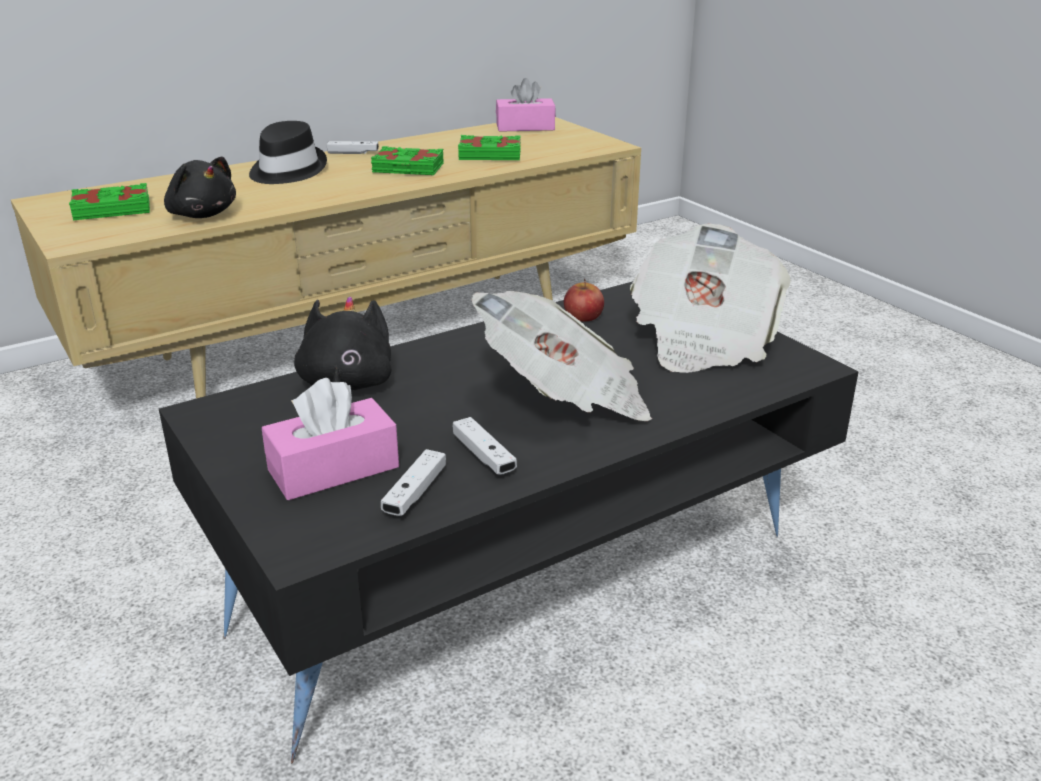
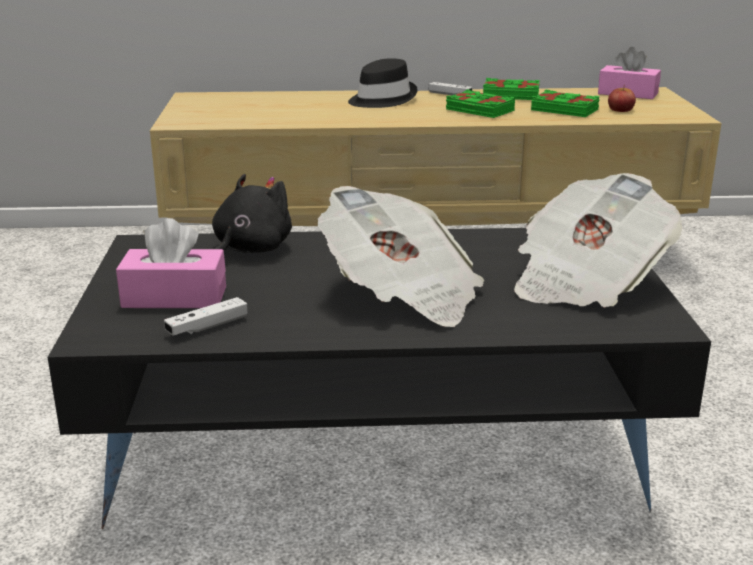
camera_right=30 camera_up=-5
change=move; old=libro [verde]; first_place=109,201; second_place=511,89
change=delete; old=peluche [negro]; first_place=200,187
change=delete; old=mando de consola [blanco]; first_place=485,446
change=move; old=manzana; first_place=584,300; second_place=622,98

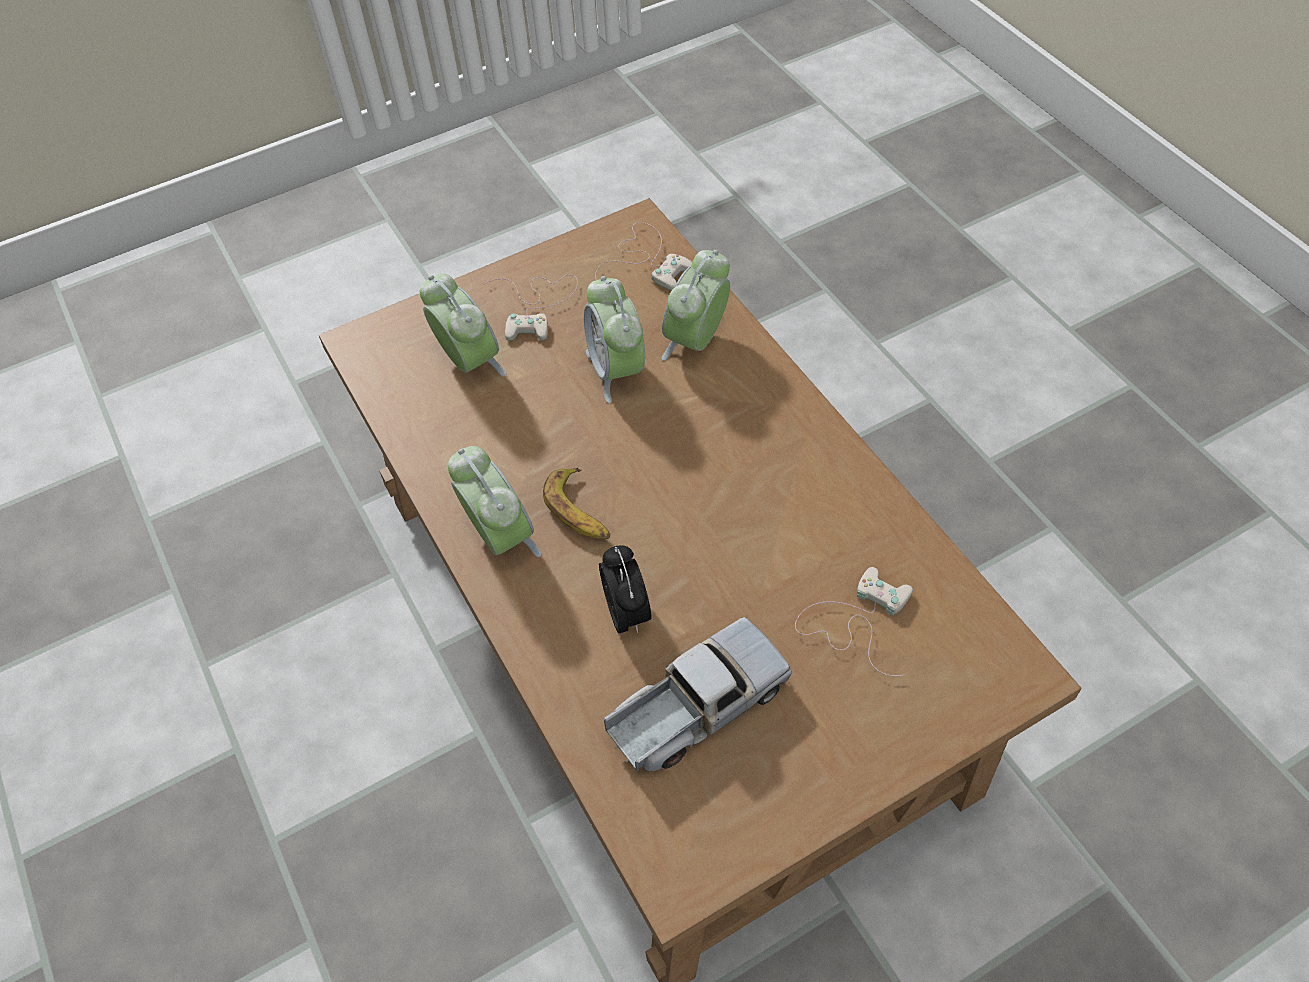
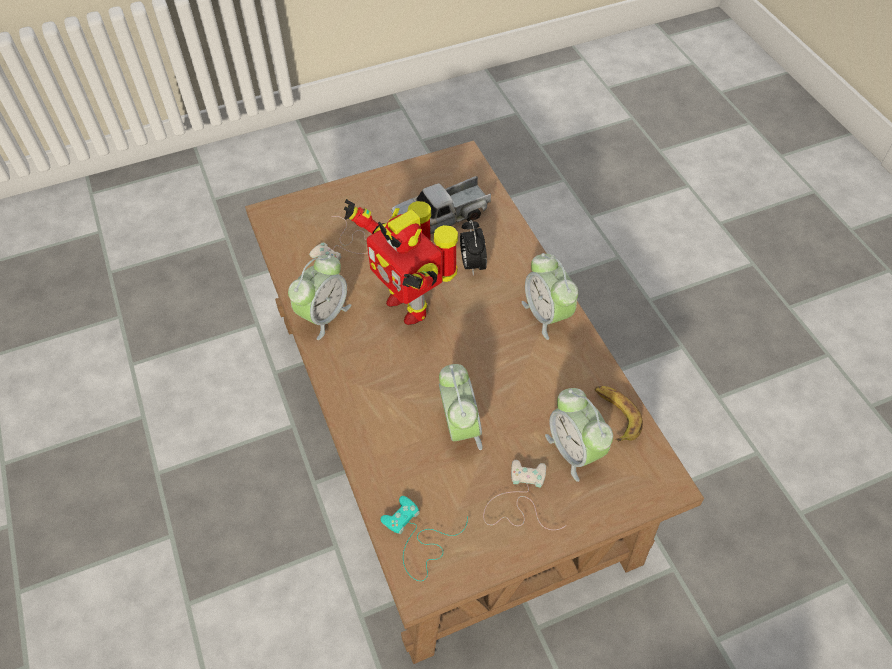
camera_right=-175 camera_up=0
change=move; old=plátano; first_place=576,503; second_place=619,413
change=recolor; old=mando de consola [blanco]; new=mando de consola [turquesa]; first_place=643,256; second_place=424,538
change=move; old=despertador; first_place=696,305; second_place=319,297
change=insert; new=robot de juguete; second_place=401,262

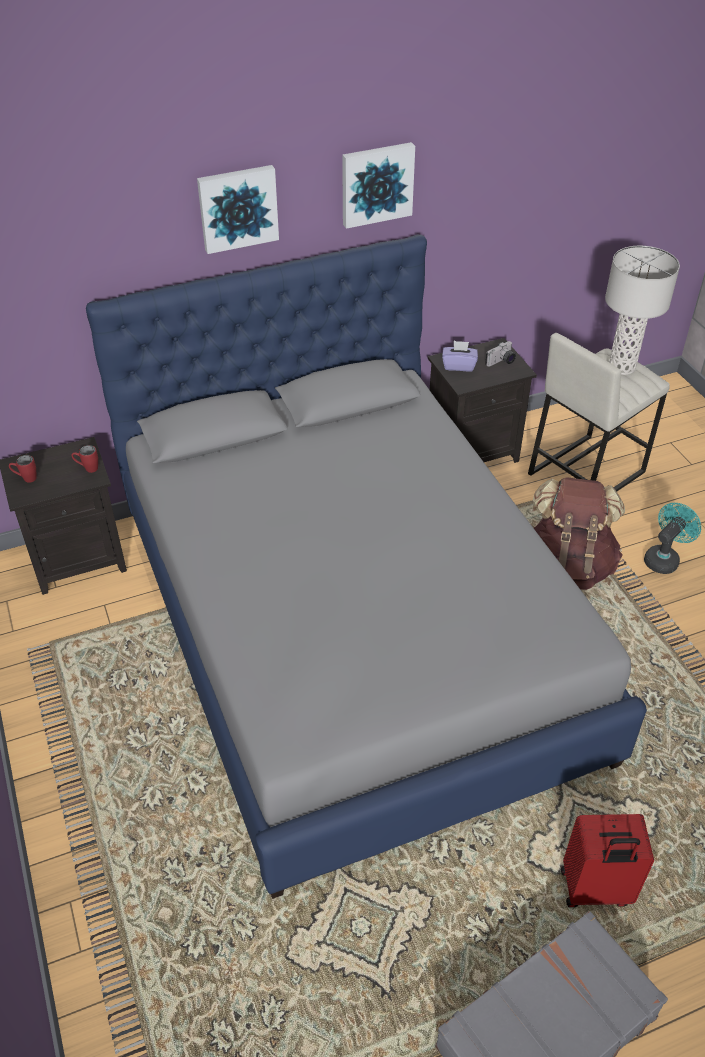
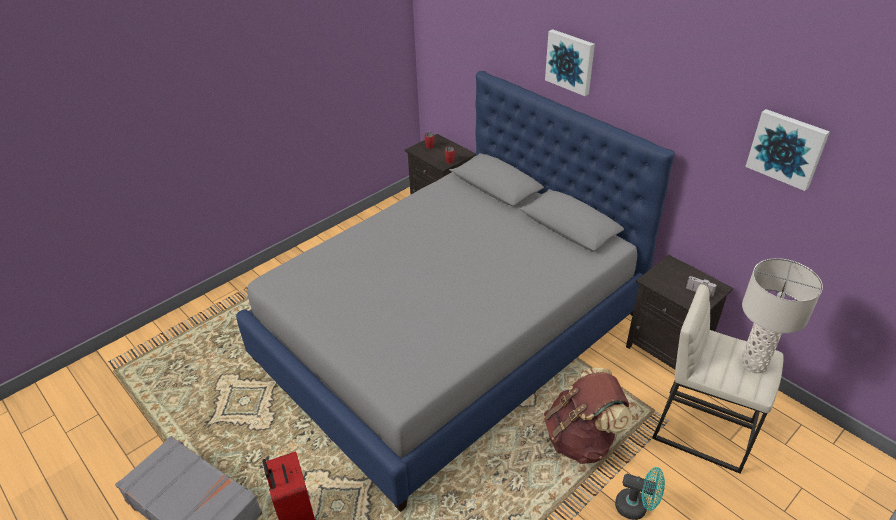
camera_right=70 camera_up=-5
change=move; old=cuadro; first_place=378,185; second_place=787,150
change=delete; old=caja de pañuelos [morado]; first_place=460,356

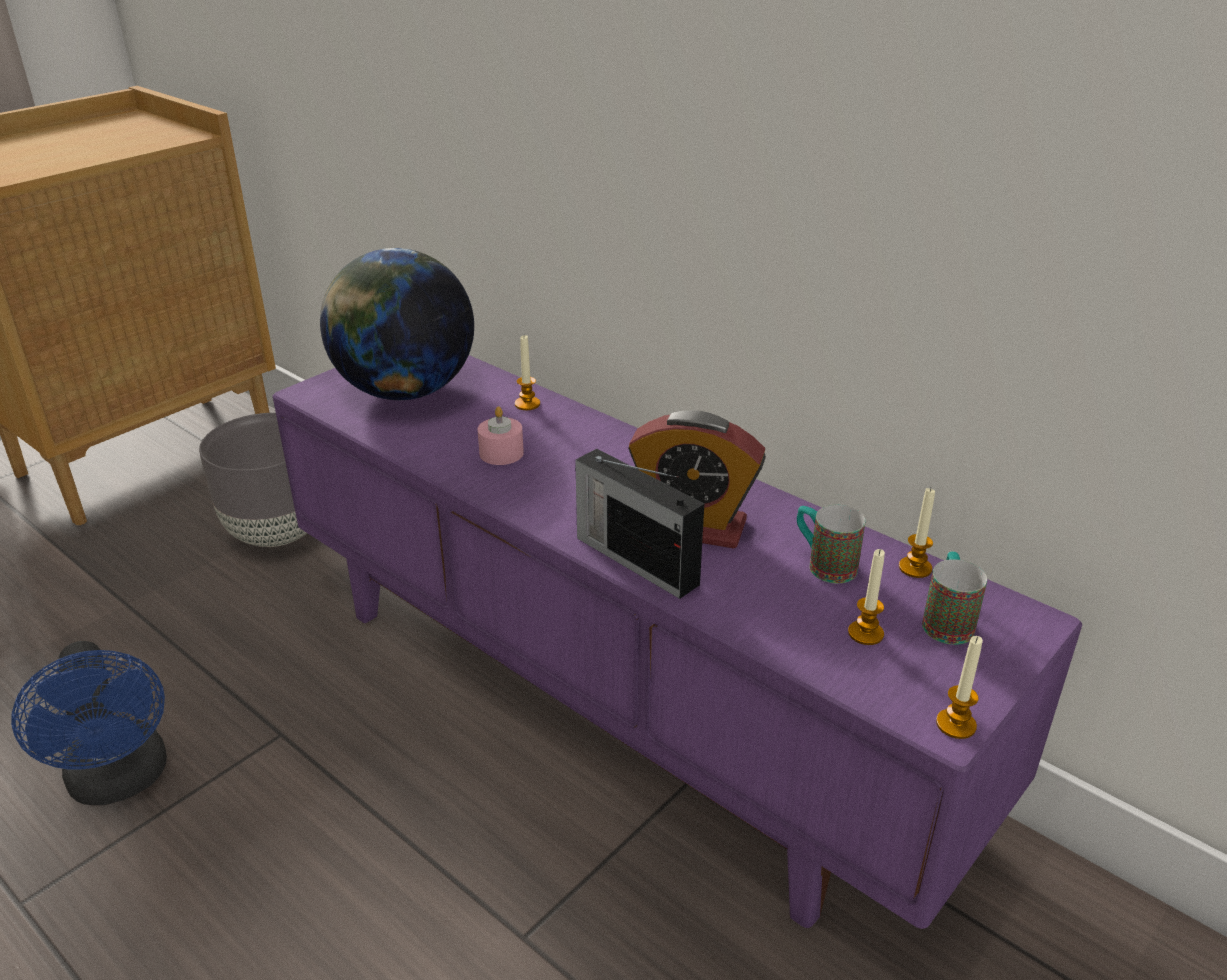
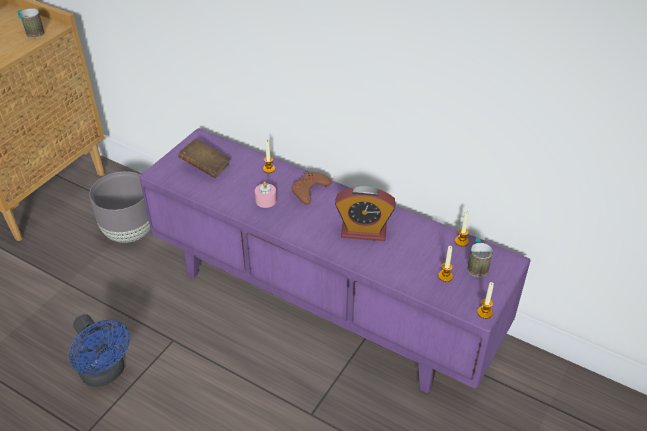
camera_right=-10 camera_up=10
change=replace; old=globo terráqueo; new=libro [marrón]; first_place=397,324; second_place=204,158
change=delete; old=radio; first_place=639,524
change=move; old=taza grande; first_place=831,544; second_place=31,23
change=insert; new=mando de consola [marrón]; second_place=311,188

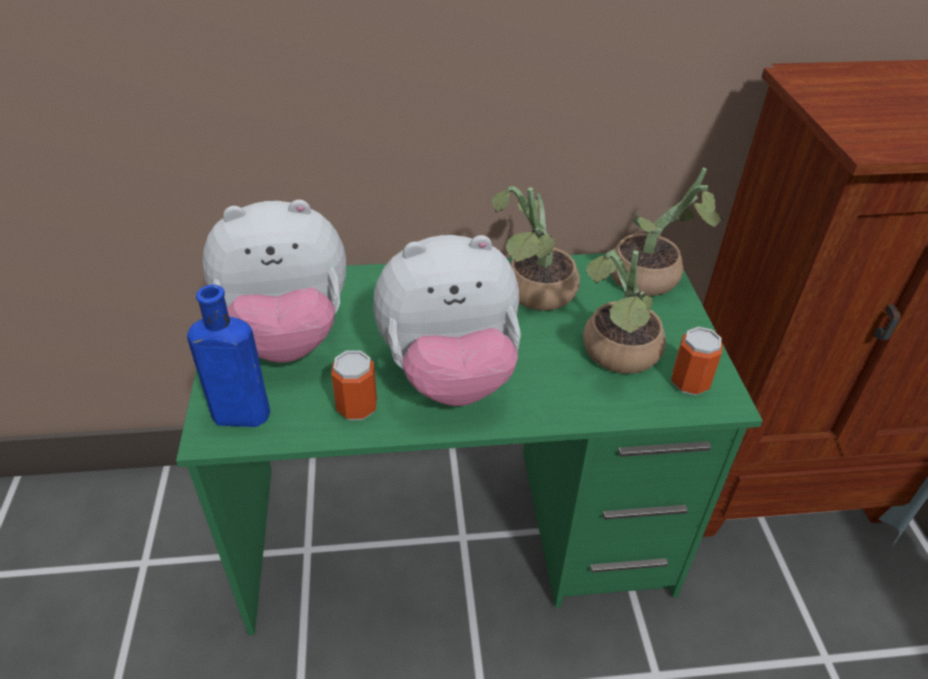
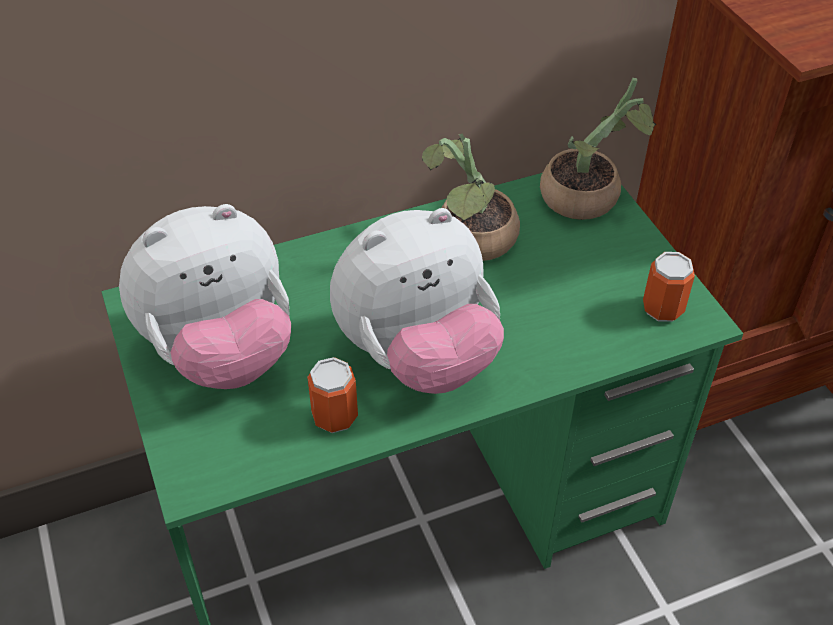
camera_right=-15 camera_up=5
change=delete; old=botella [azul]; first_place=228,356
change=delete; old=planta en maceta; first_place=624,311

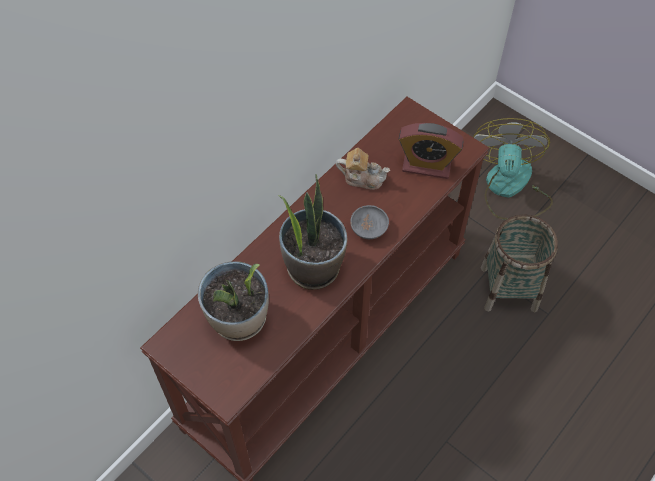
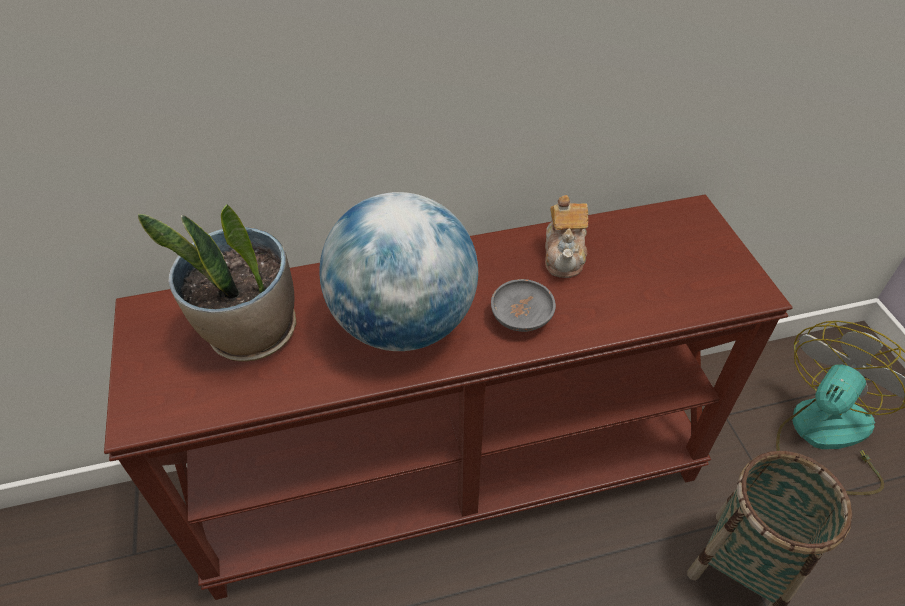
camera_right=35 camera_up=-10
change=replace; old=planta en maceta; new=globo terráqueo; first_place=312,232; second_place=398,271
change=rotate; old=tetera; first_place=363,169; second_place=566,236; degrees=45
change=delete; old=despertador; first_place=431,151

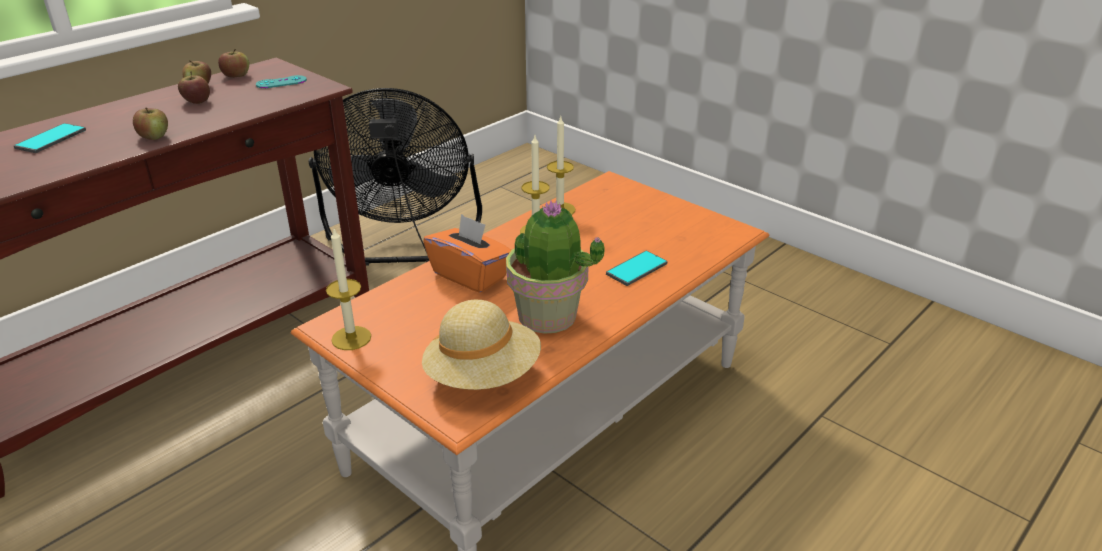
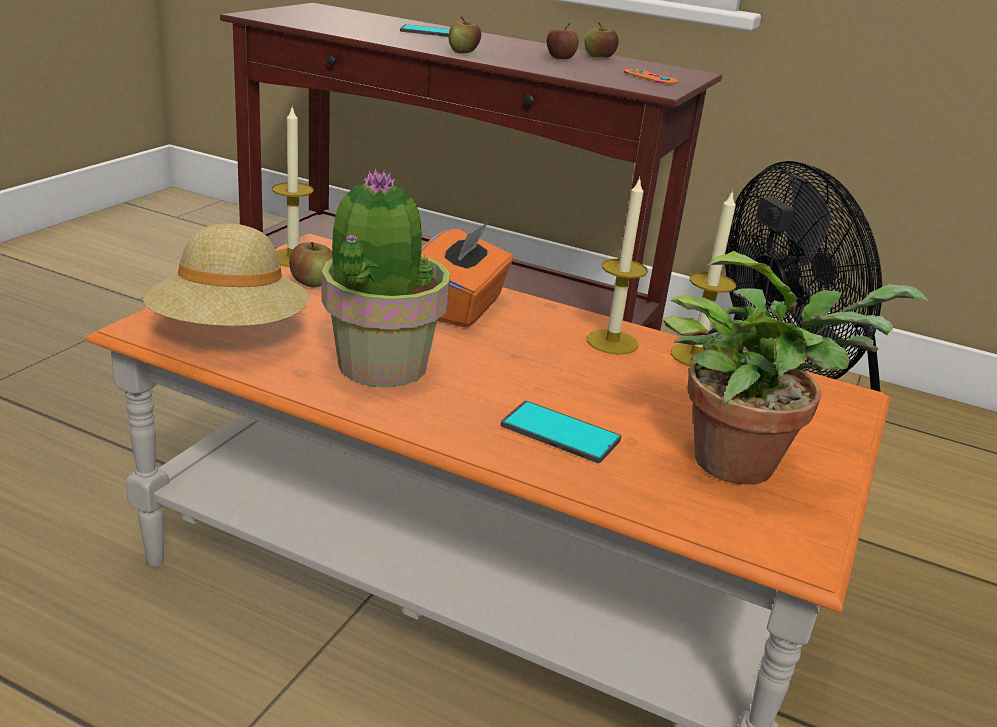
camera_right=70 camera_up=-5
change=move; old=manzana; first_place=233,63; second_place=310,265
change=recolor; old=mando de consola [turquesa]; new=mando de consola [naranja]; first_place=281,81; second_place=651,76
change=insert; new=planta en maceta; second_place=795,368

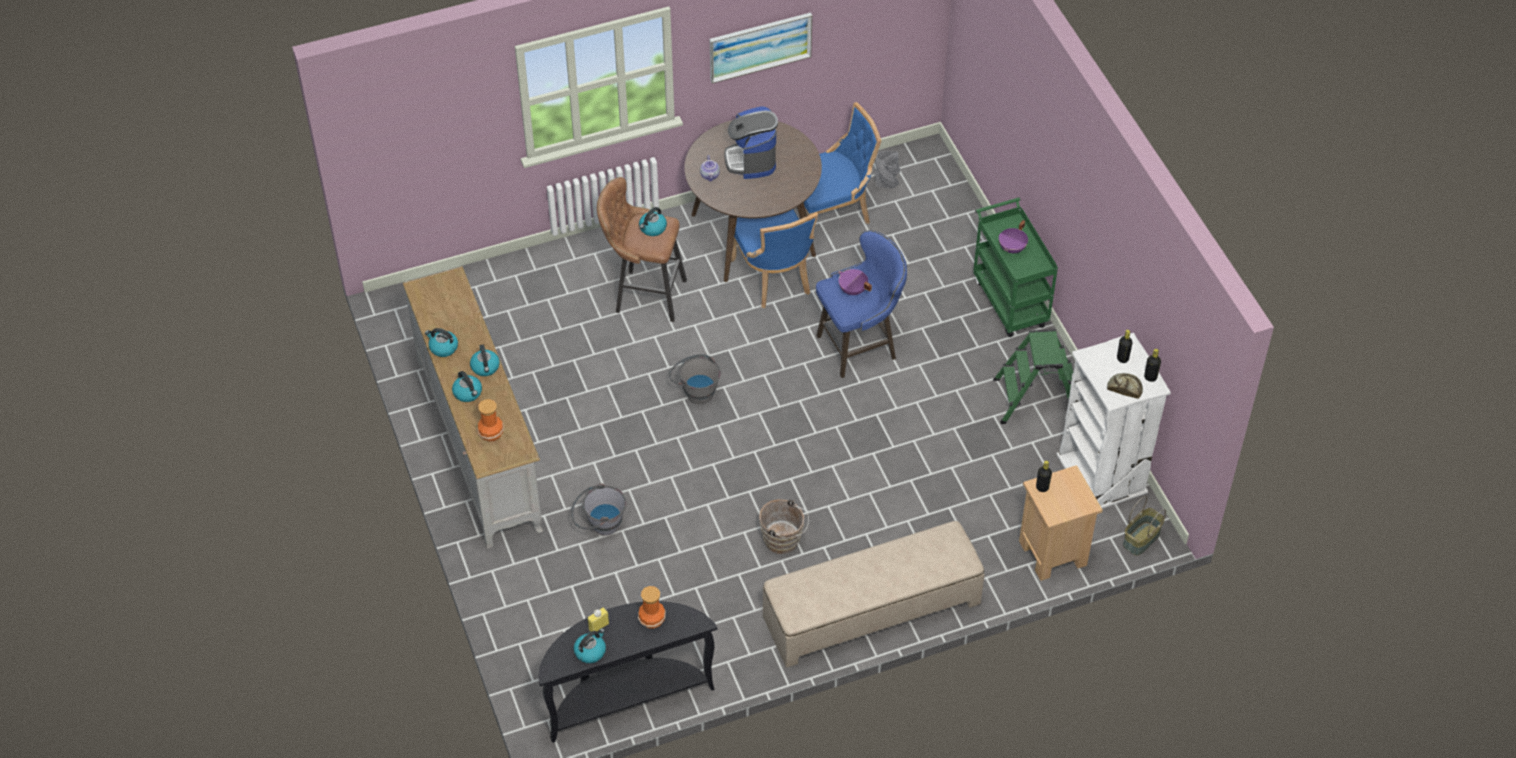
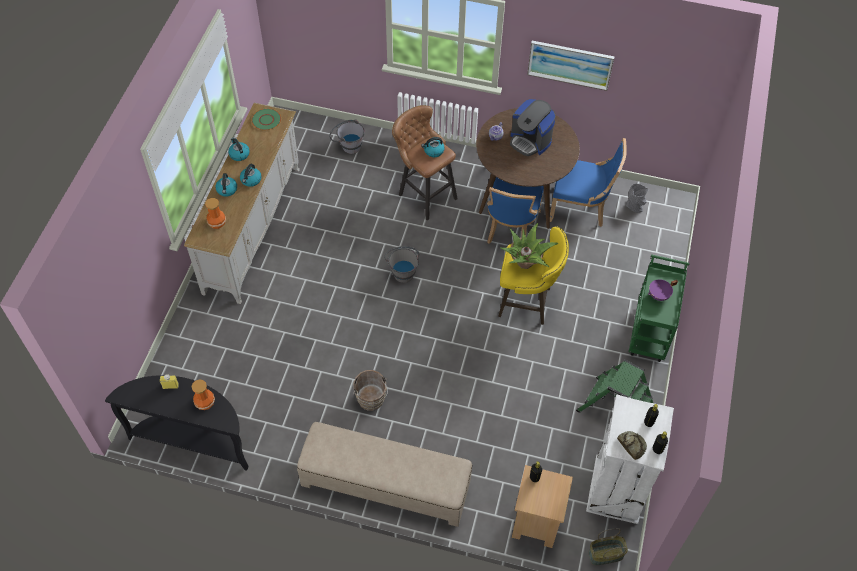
camera_right=35 camera_up=5
change=move; old=cubo [gris]; first_place=598,509; second_place=347,136
change=delete; old=hervidor; first_place=590,646
change=rotate; old=cafetera; first_place=751,142; second_place=533,127; degrees=-75
change=recolor; old=taburete [azul]; new=taburete [amarillo]; first_place=861,304; second_place=533,275
change=replace; old=olla [morado]; new=planta en maceta; first_place=855,282; second_place=529,246
change=insert; new=plato [verde]; second_place=266,119

